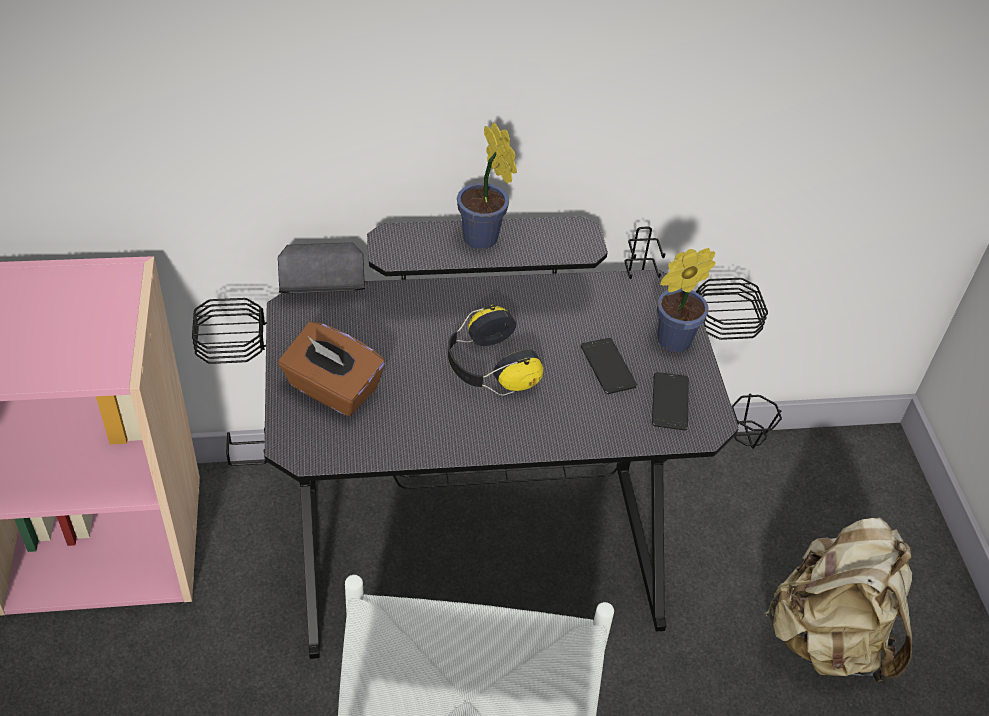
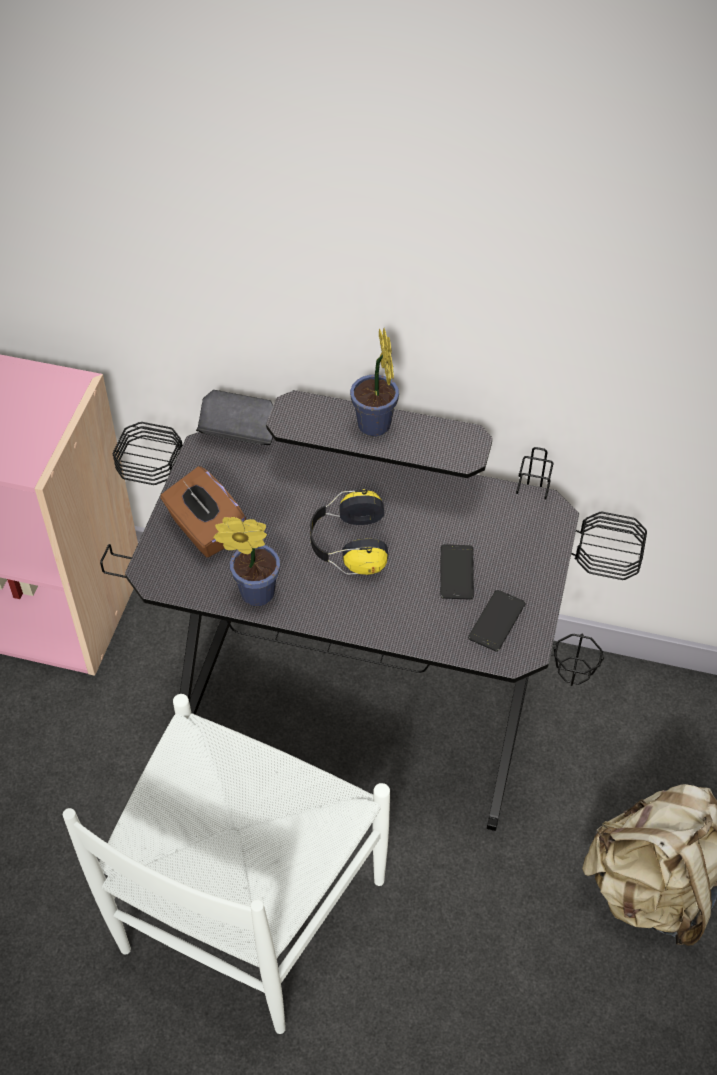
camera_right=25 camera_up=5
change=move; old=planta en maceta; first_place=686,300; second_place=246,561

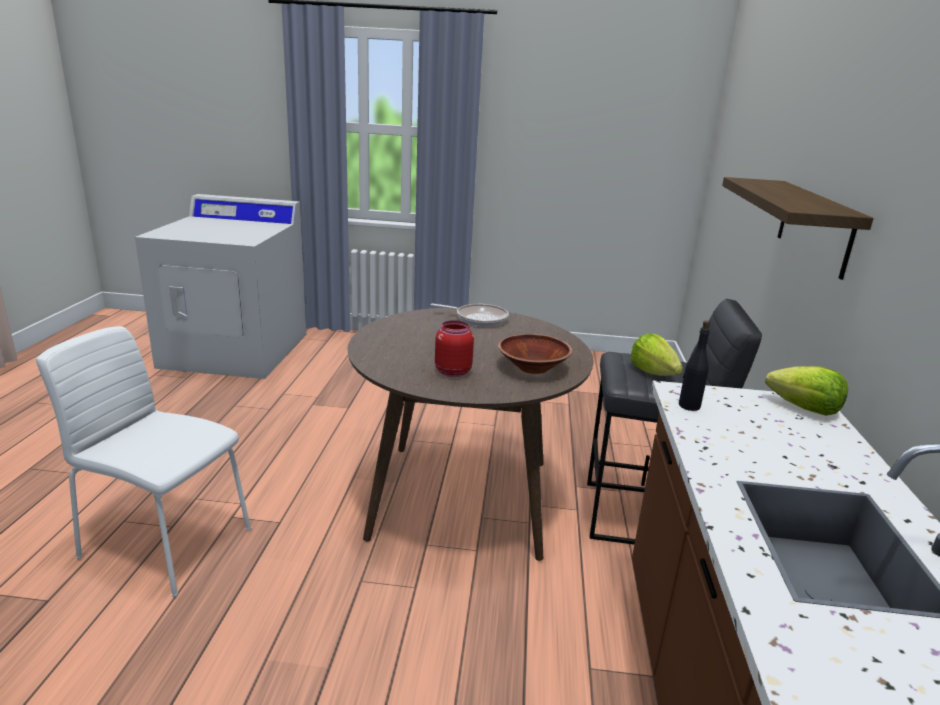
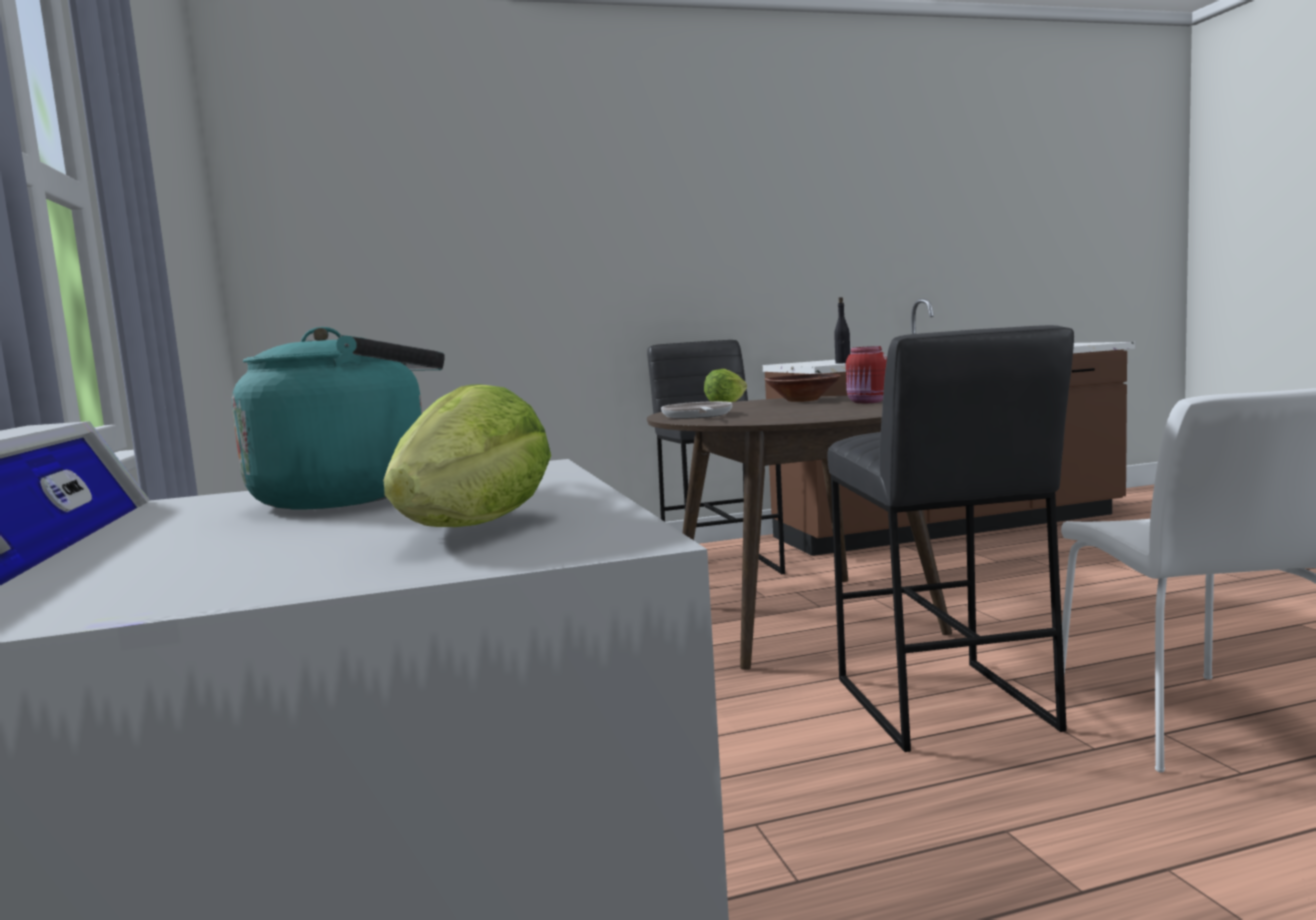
camera_right=-110 camera_up=-15
change=delete; old=estante; first_place=797,228
change=move; old=lechuga; first_place=806,391; second_place=467,455
change=insert; new=hervidor [turquesa]; second_place=338,418
change=insert; new=taburete [gris]; second_place=950,538

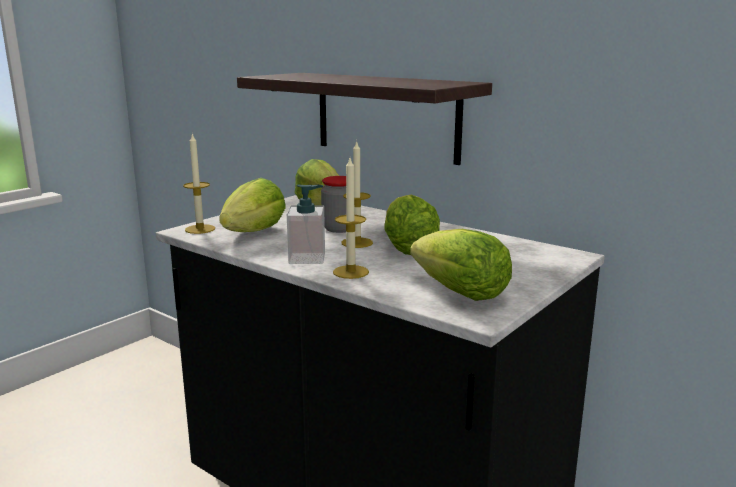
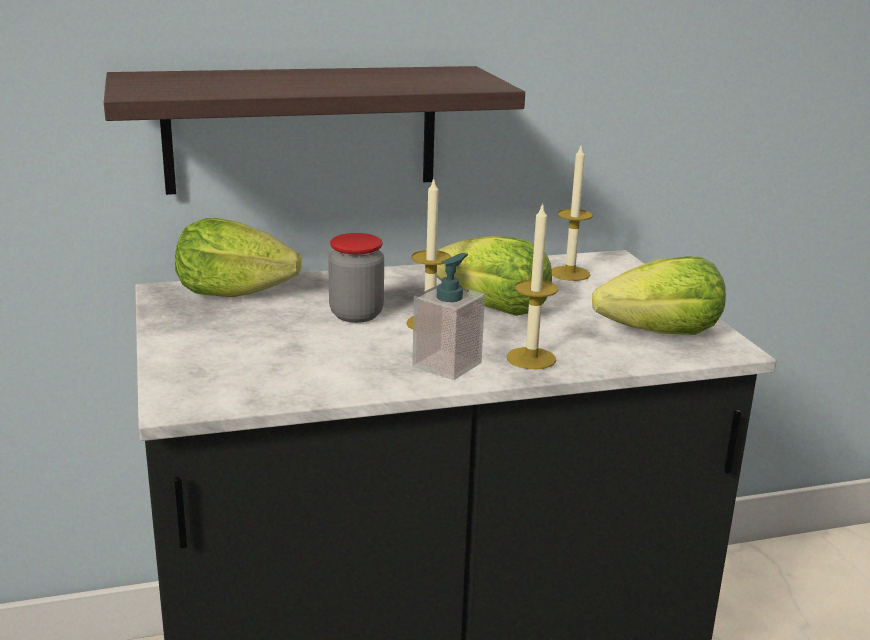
camera_right=-55 camera_up=5
change=move; old=vela; first_place=199,183; second_place=572,213
change=delete; old=lechuga; first_place=252,205

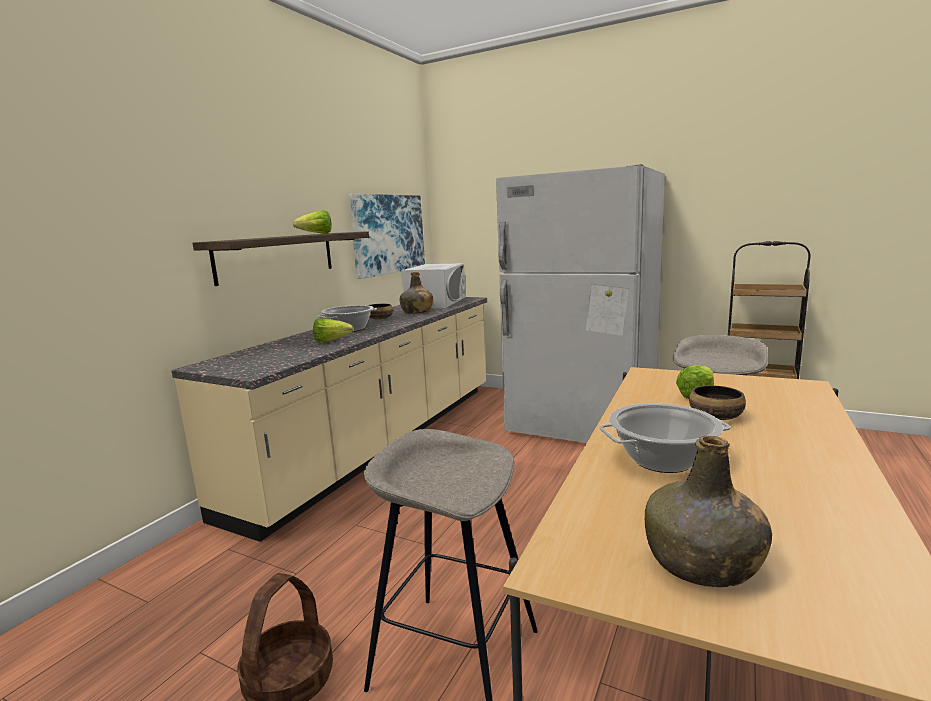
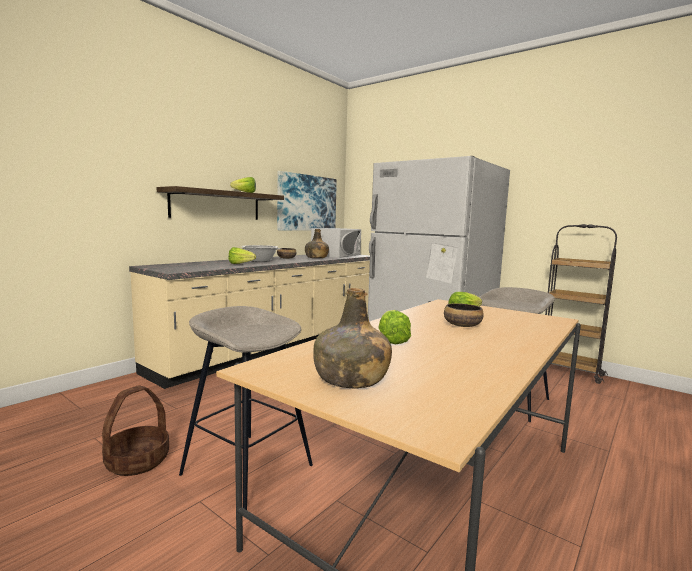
camera_right=10 camera_up=-5
change=replace; old=olla; new=lechuga; first_place=665,438; second_place=395,327

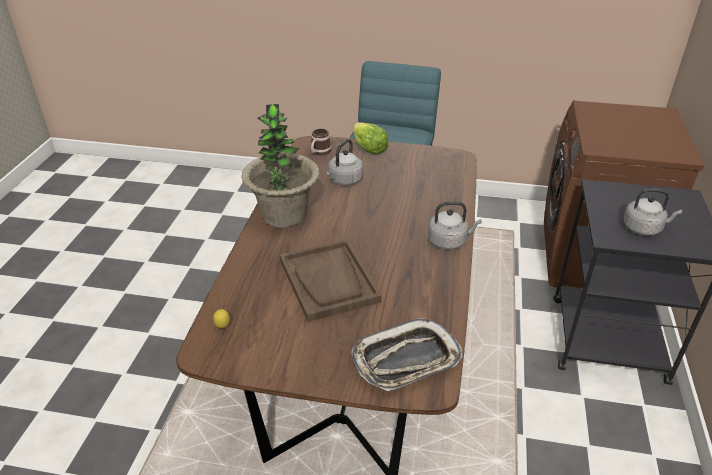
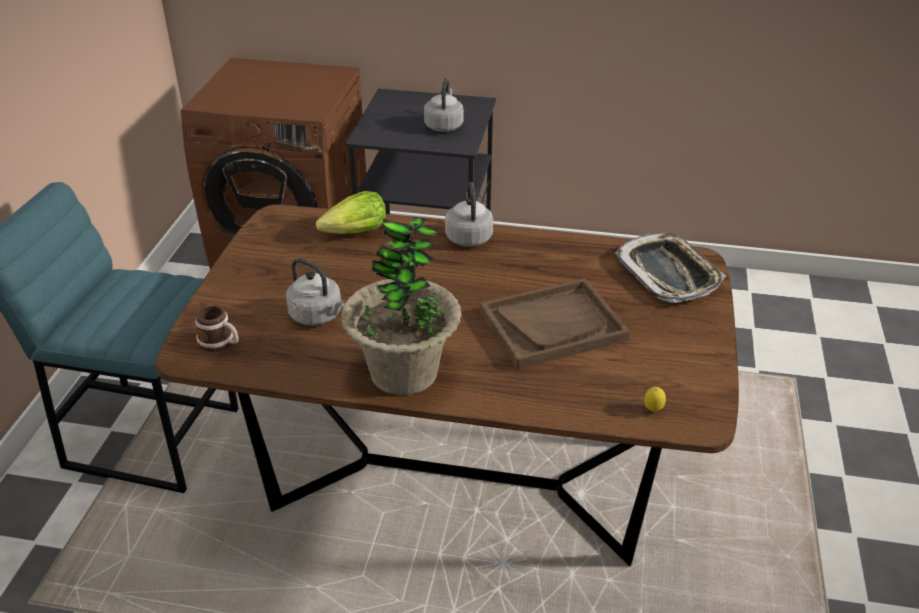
camera_right=-90 camera_up=0
change=move; old=lechuga; first_place=370,138; second_place=351,212

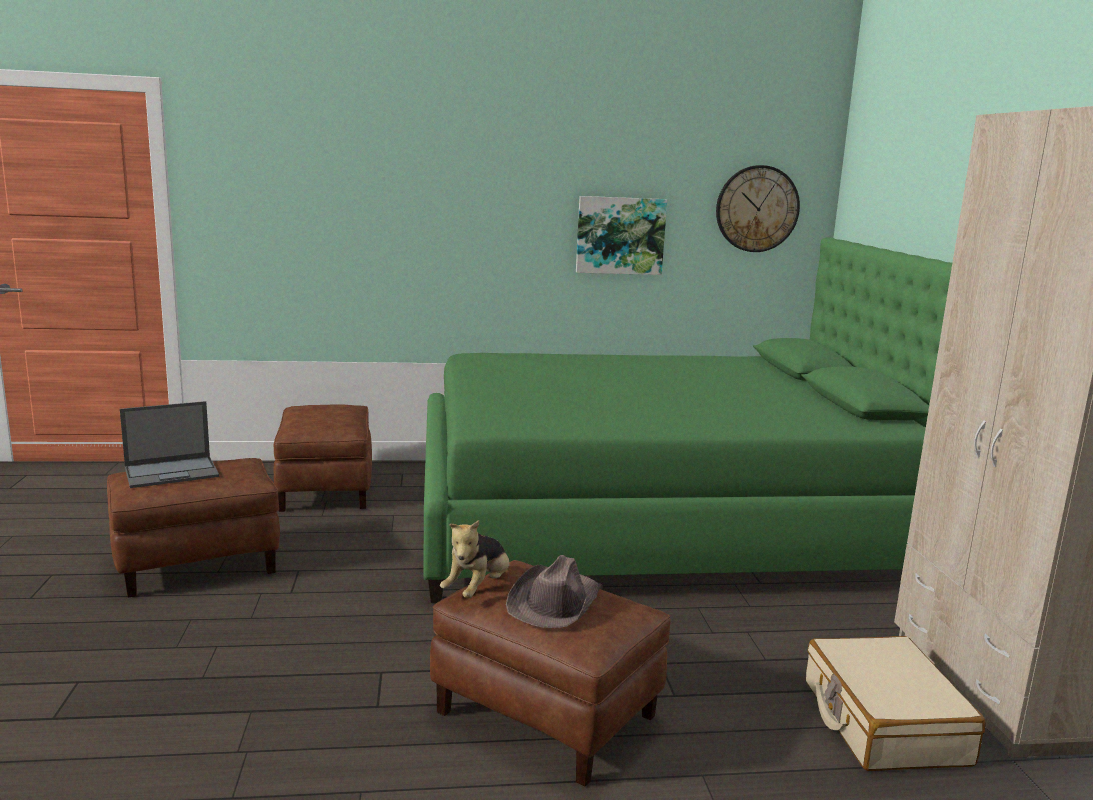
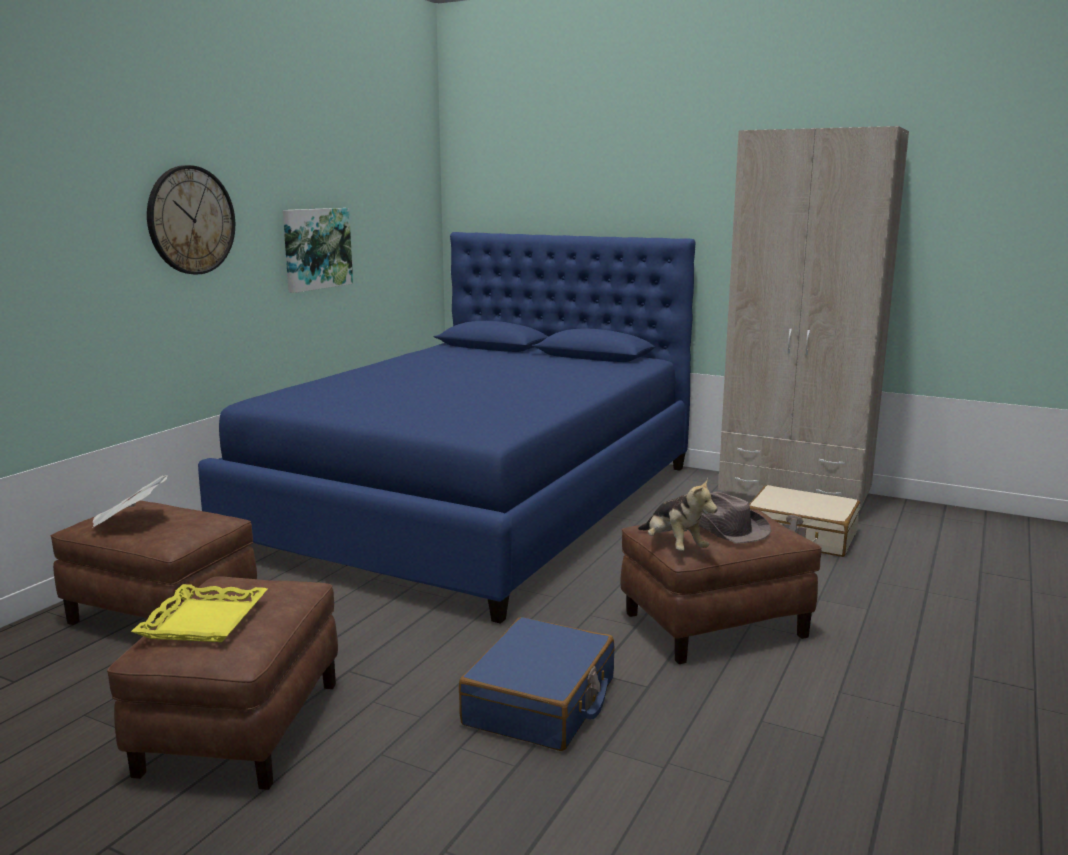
camera_right=-55 camera_up=0
change=replace; old=portátil; new=bandeja [amarillo]; first_place=169,444; second_place=199,613
change=recolor; old=cama [verde]; new=cama [azul]; first_place=687,420; second_place=447,428
change=move; old=reloj de pared; first_place=758,208; second_place=191,219
change=insert; new=periódico; second_place=130,501
change=insert; new=maleta [azul]; second_place=537,684

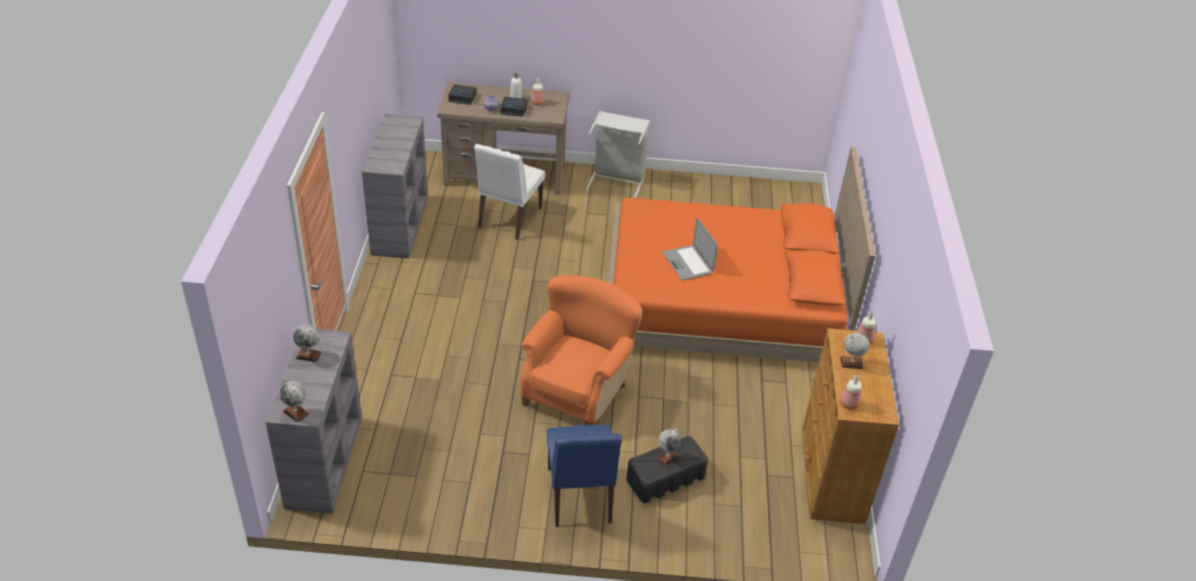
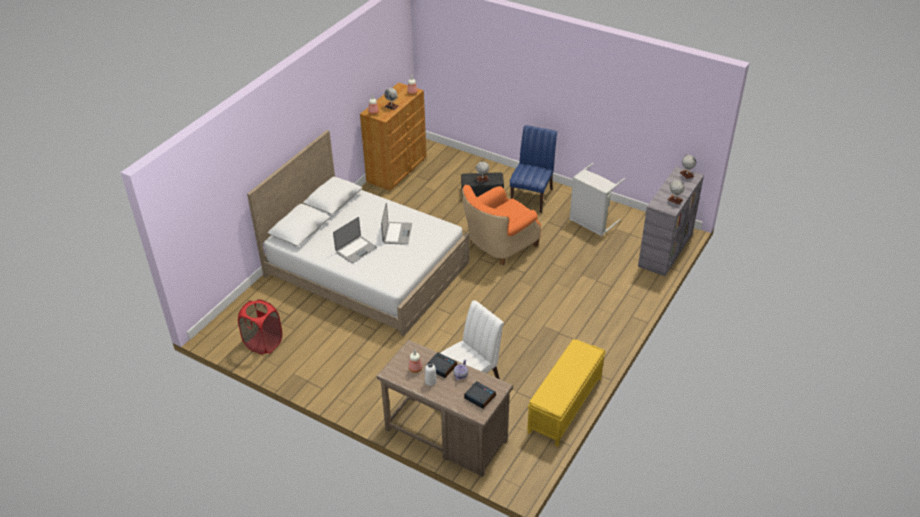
camera_right=-150 camera_up=0
change=replace; old=estantería [gris]; new=banco [amarillo]; first_place=395,186; second_place=566,392
change=move; old=cesto de la ropa [gris]; first_place=618,154; second_place=597,199
change=recolor; old=cama [naranja]; new=cama [blanco]; first_place=741,254; second_place=358,233
change=insert; new=cesto de la ropa [rojo]; second_place=260,327
change=insert; new=portátil; second_place=355,240

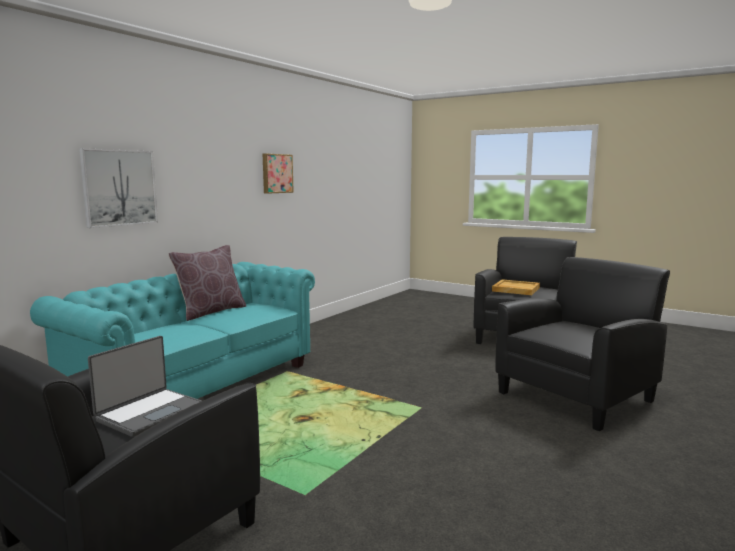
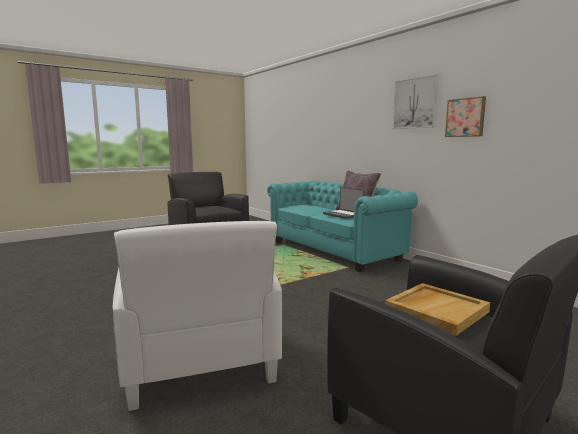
camera_right=110 camera_up=0
change=move; old=cuadro; first_place=118,188; second_place=416,101
change=move; old=portátil; first_place=145,386; second_place=343,203
change=recolor; old=sillón [negro]; new=sillón [blanco]; first_place=582,344; second_place=197,316

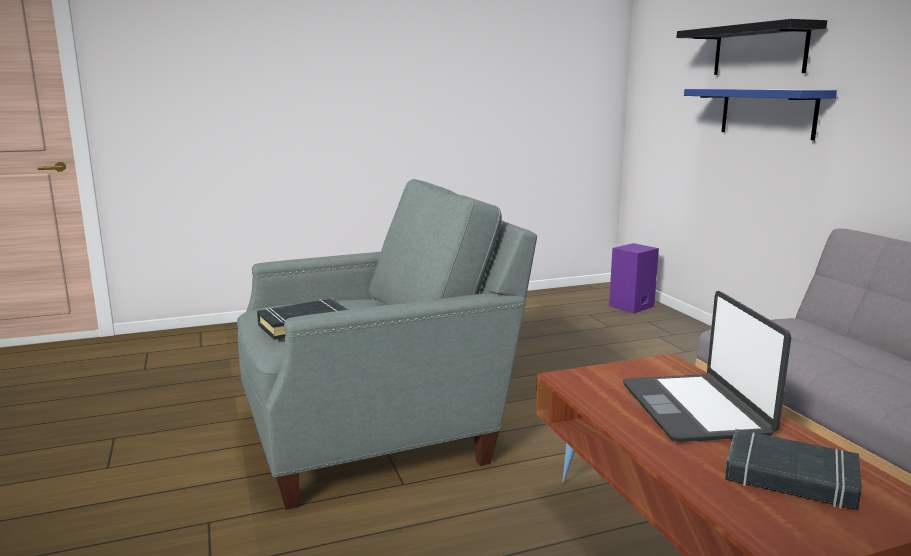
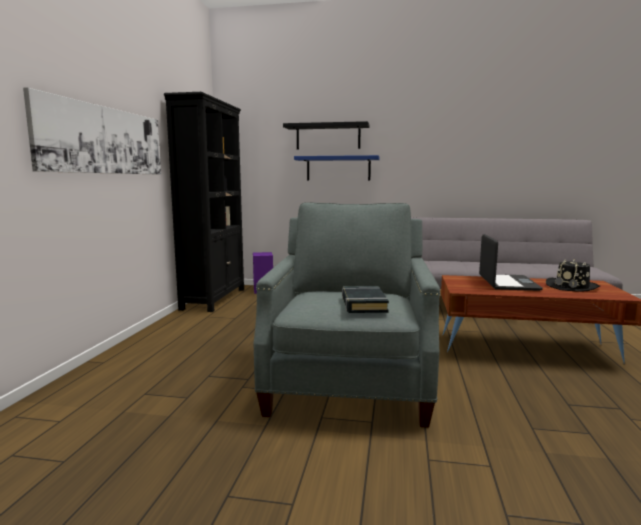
camera_right=-60 camera_up=-5
change=rotate; old=portátil; first_place=707,366; second_place=511,262; degrees=-105
change=replace; old=libro [negro]; new=sombrero [negro]; first_place=793,469; second_place=573,275
change=insert; new=cuadro; second_place=92,131
change=insert; new=estantería [negro]; second_place=204,202

